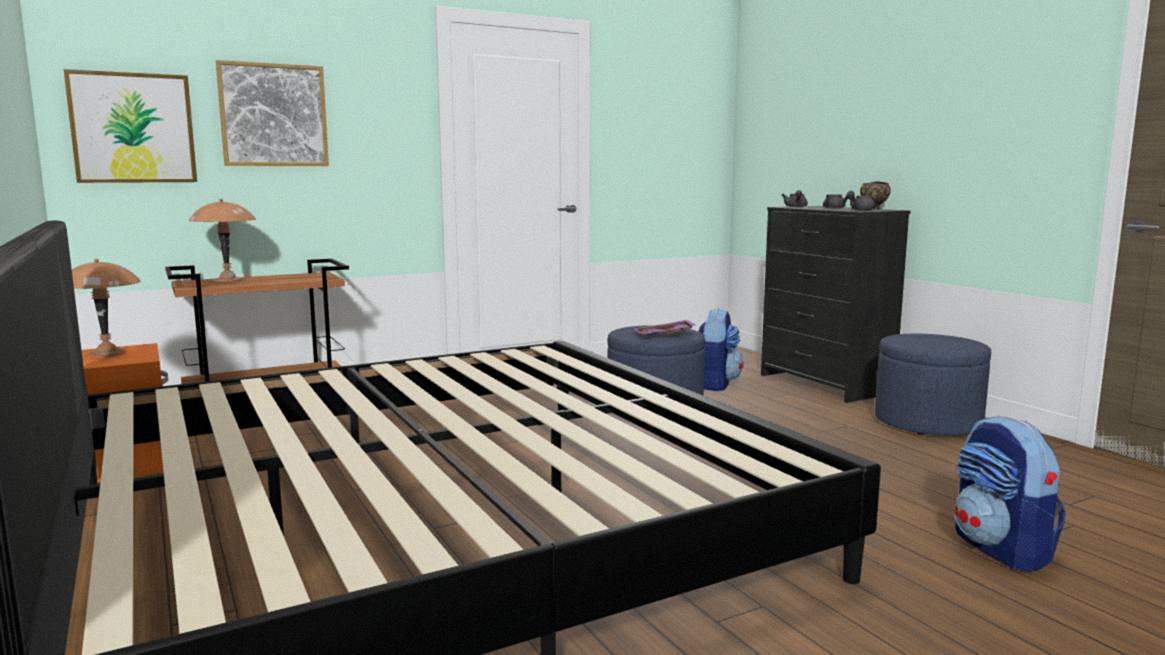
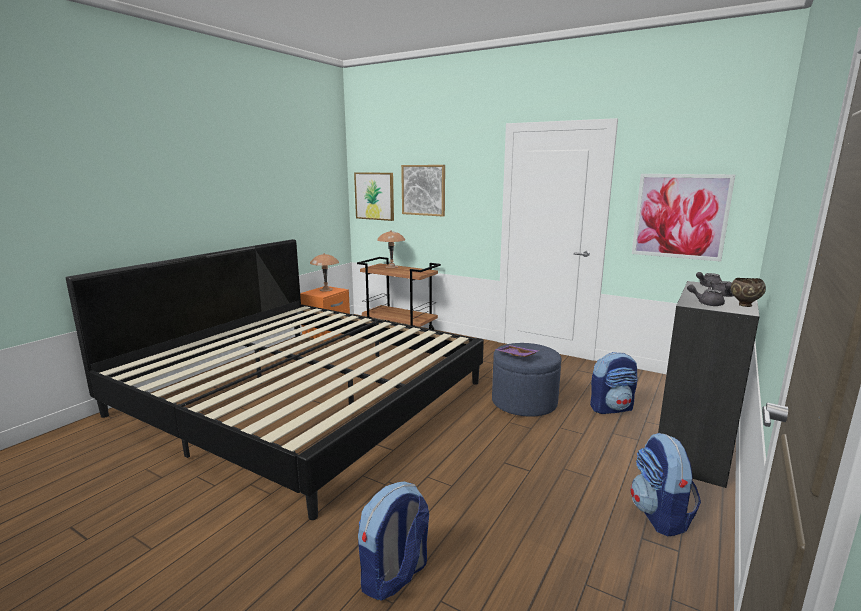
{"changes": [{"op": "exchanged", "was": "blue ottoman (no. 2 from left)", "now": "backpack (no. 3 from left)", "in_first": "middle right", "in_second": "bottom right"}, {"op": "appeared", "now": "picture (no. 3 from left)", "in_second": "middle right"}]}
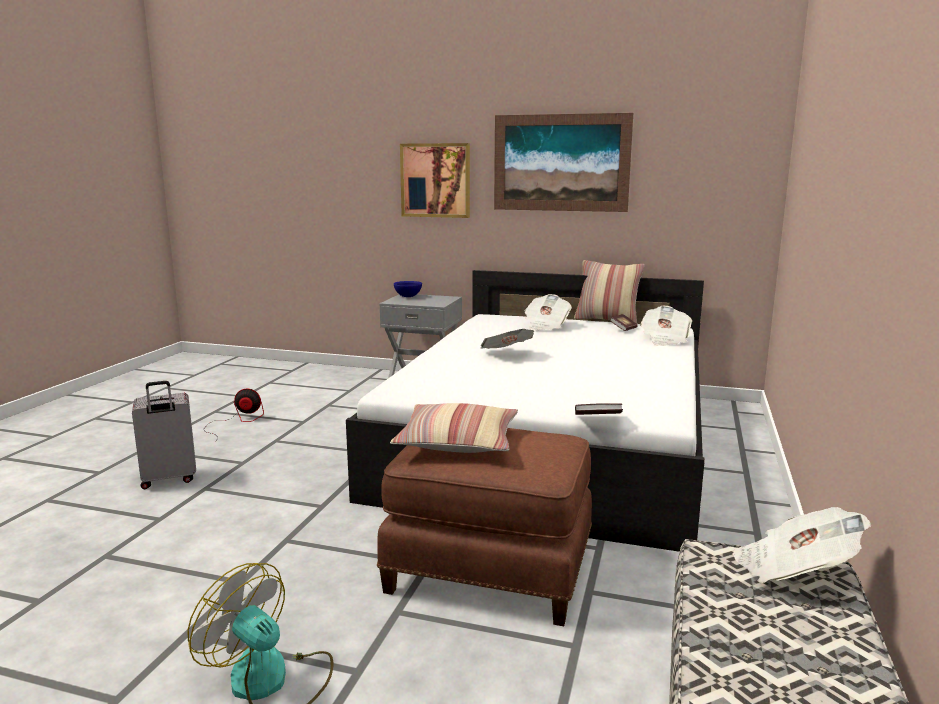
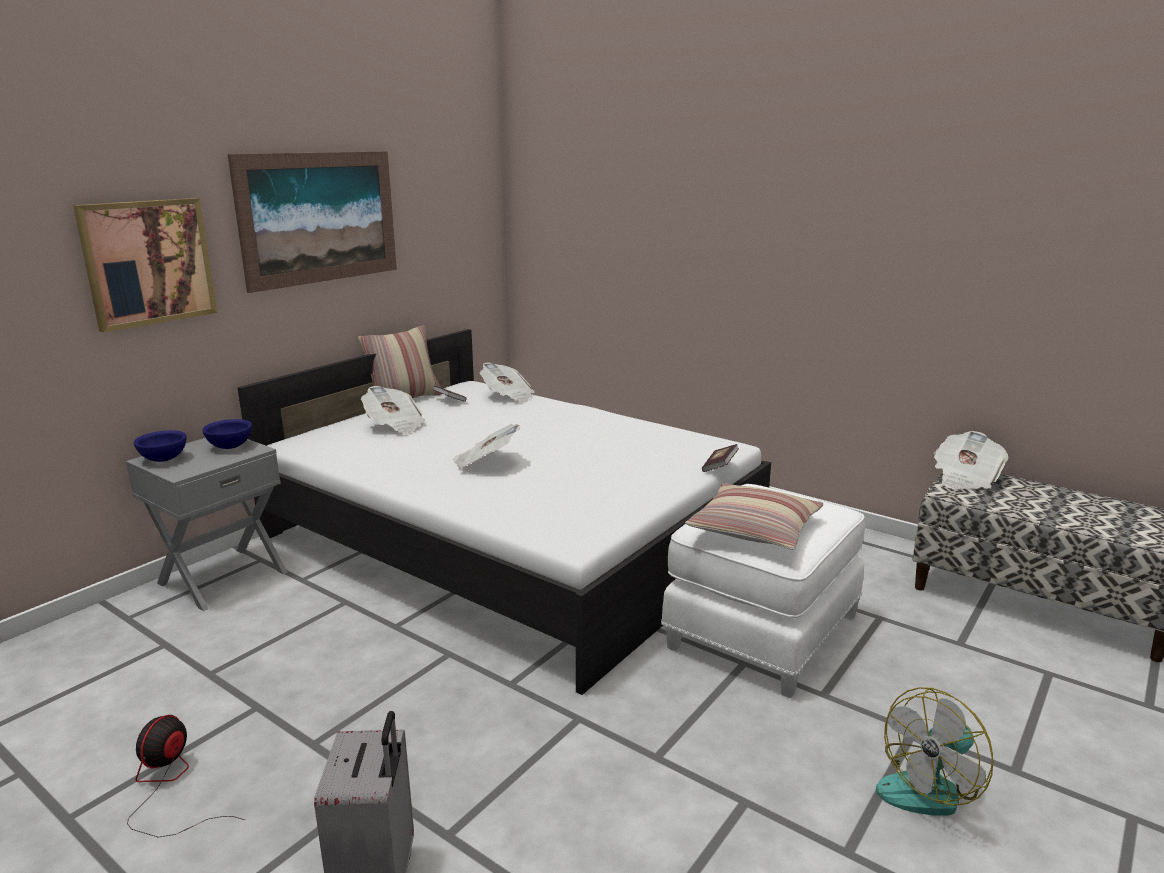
{"changes": [{"op": "colour", "was": "brown ottoman", "now": "white ottoman", "in_first": "bottom centre", "in_second": "bottom centre"}, {"op": "appeared", "now": "blue bowl (no. 2 from left)", "in_second": "middle left"}]}
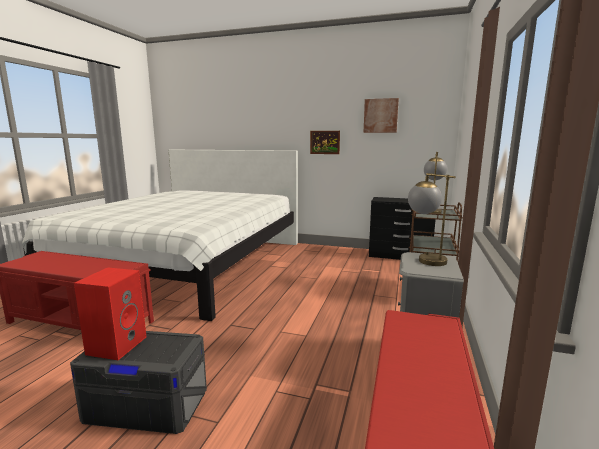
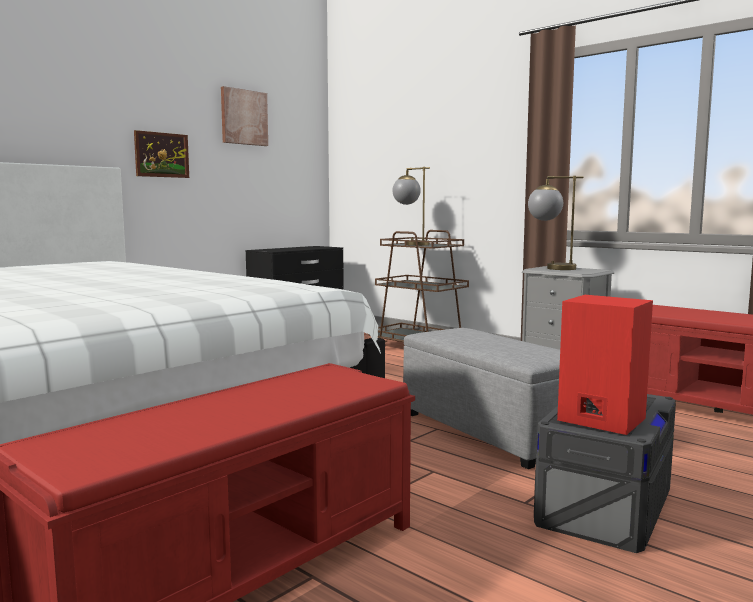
{"changes": [{"op": "appeared", "now": "grey ottoman", "in_second": "centre"}]}
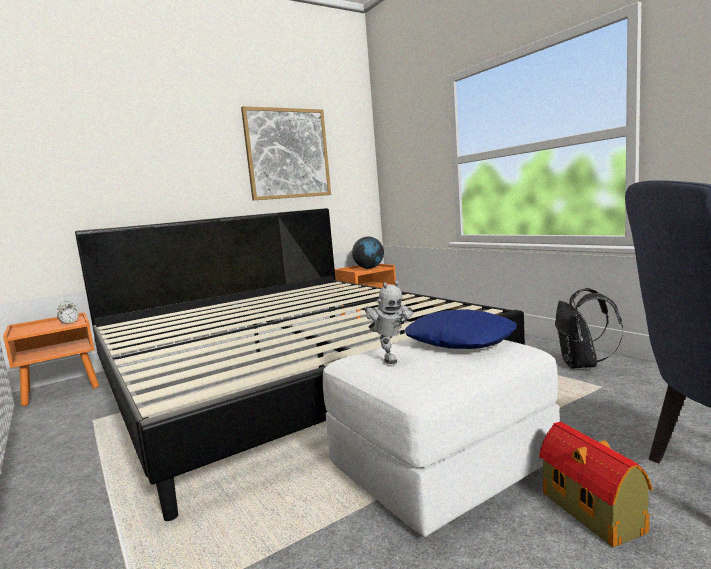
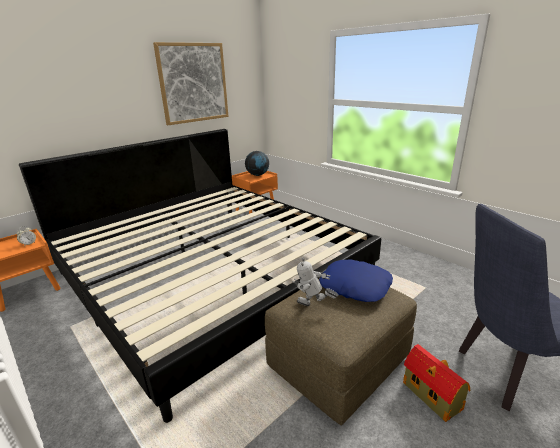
{"changes": [{"op": "spun", "was": "toy robot", "in_first": "centre", "in_second": "centre", "clockwise": 135}, {"op": "missing", "was": "black backpack", "in_first": "middle right"}, {"op": "colour", "was": "white ottoman", "now": "brown ottoman", "in_first": "bottom centre", "in_second": "bottom centre"}]}
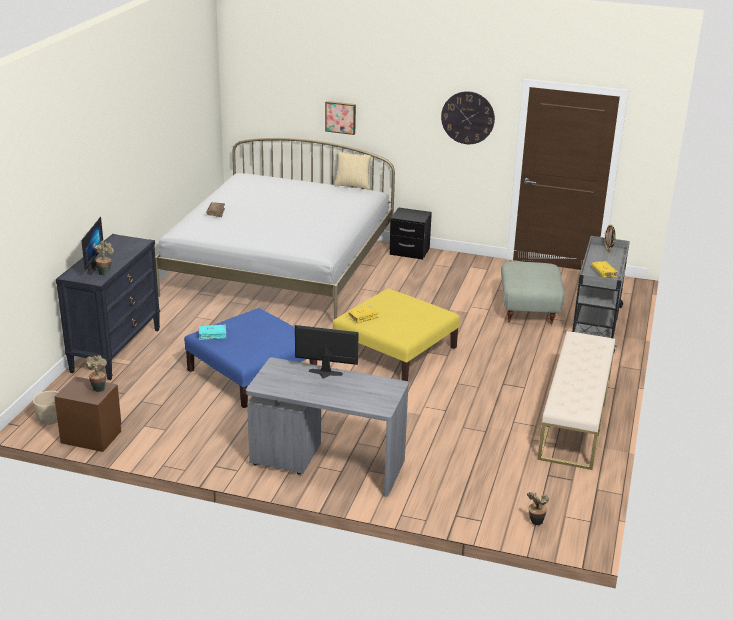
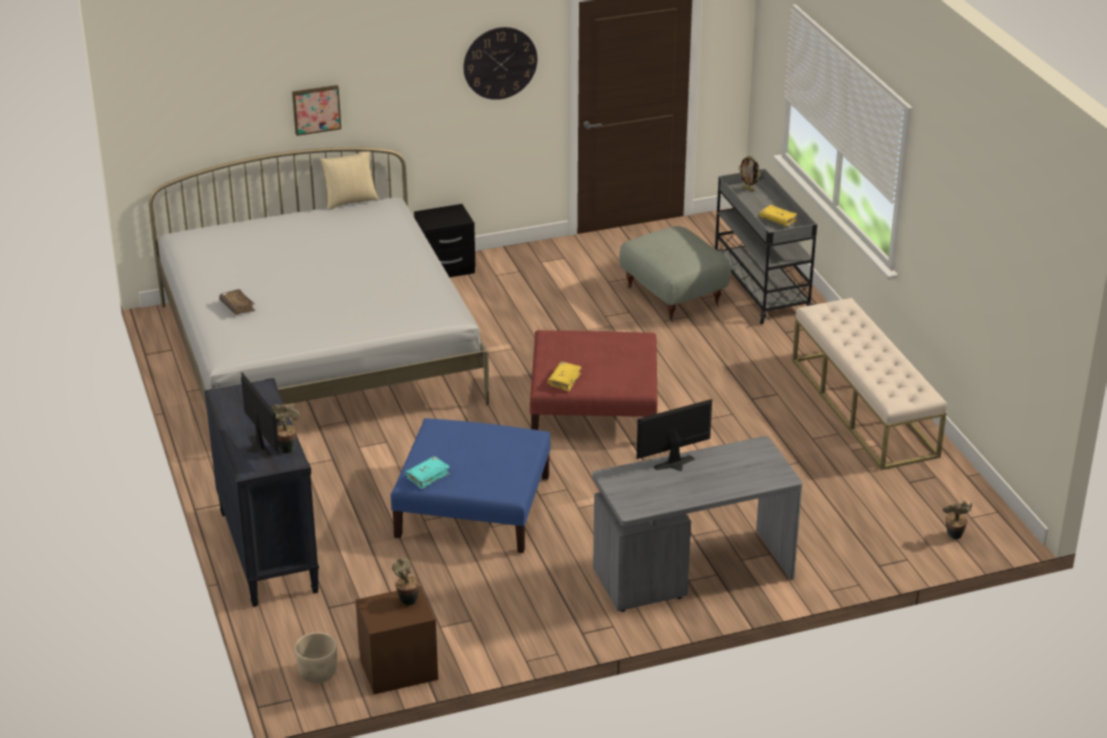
{"changes": [{"op": "colour", "was": "yellow ottoman", "now": "red ottoman", "in_first": "centre", "in_second": "centre"}]}
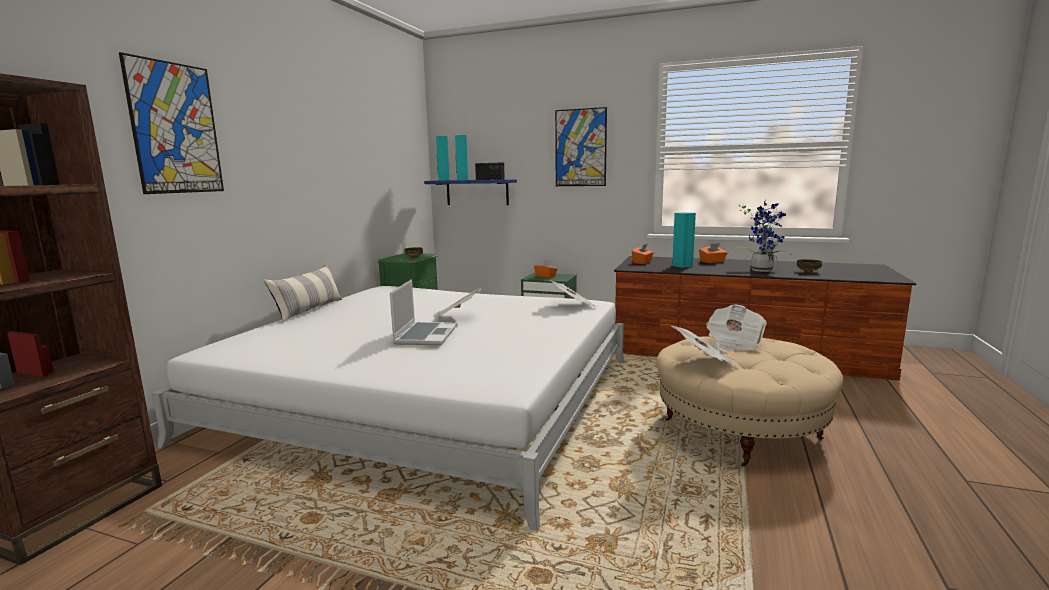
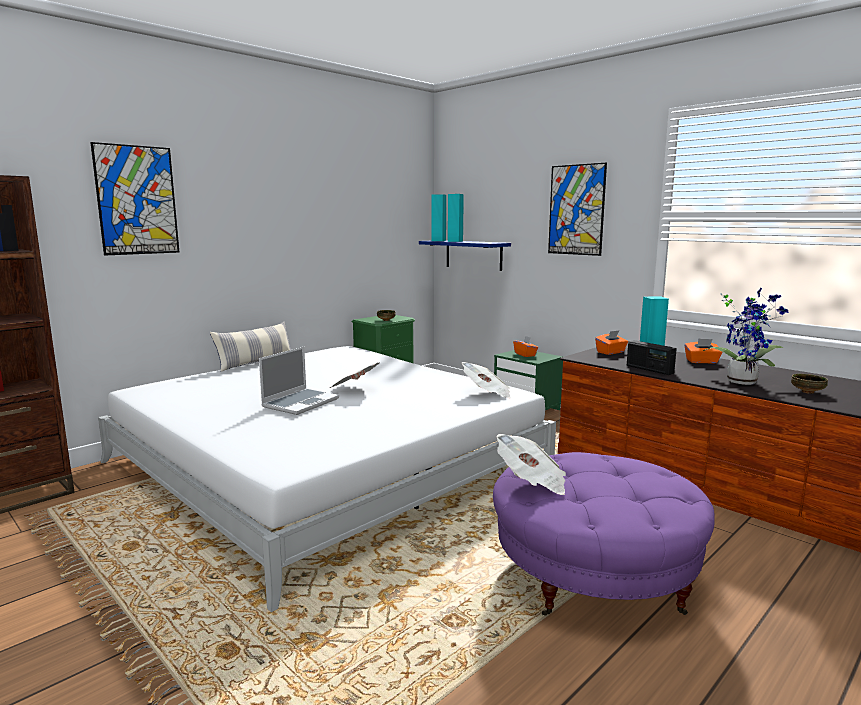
{"changes": [{"op": "relocated", "was": "radio", "in_first": "top centre", "in_second": "middle right"}, {"op": "missing", "was": "newspaper (no. 4 from left)", "in_first": "middle right"}, {"op": "colour", "was": "beige ottoman", "now": "purple ottoman", "in_first": "bottom right", "in_second": "bottom right"}]}
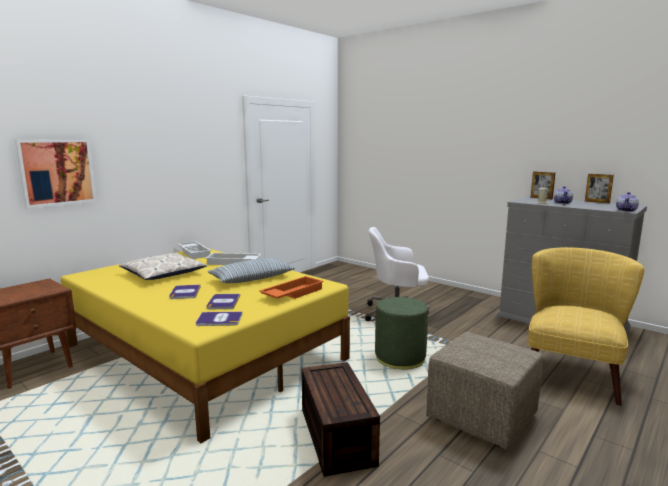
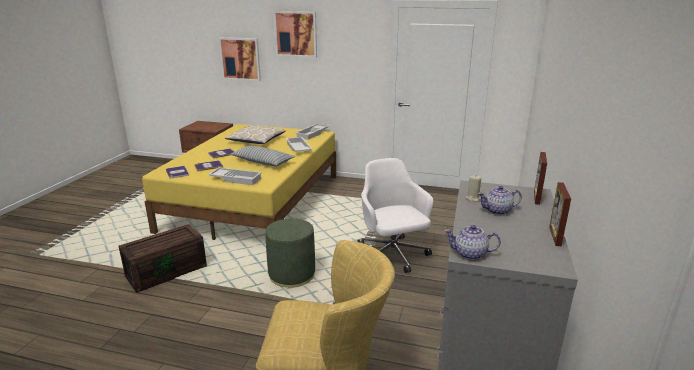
{"changes": [{"op": "colour", "was": "orange tray", "now": "white tray (no. 1 from left)", "in_first": "centre", "in_second": "centre"}, {"op": "missing", "was": "beige ottoman", "in_first": "bottom right"}, {"op": "appeared", "now": "picture (no. 2 from left)", "in_second": "top centre"}]}
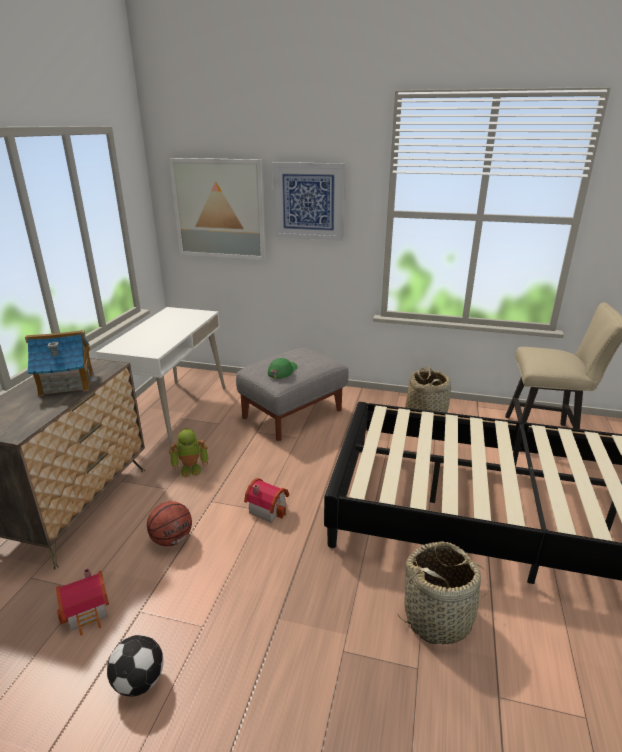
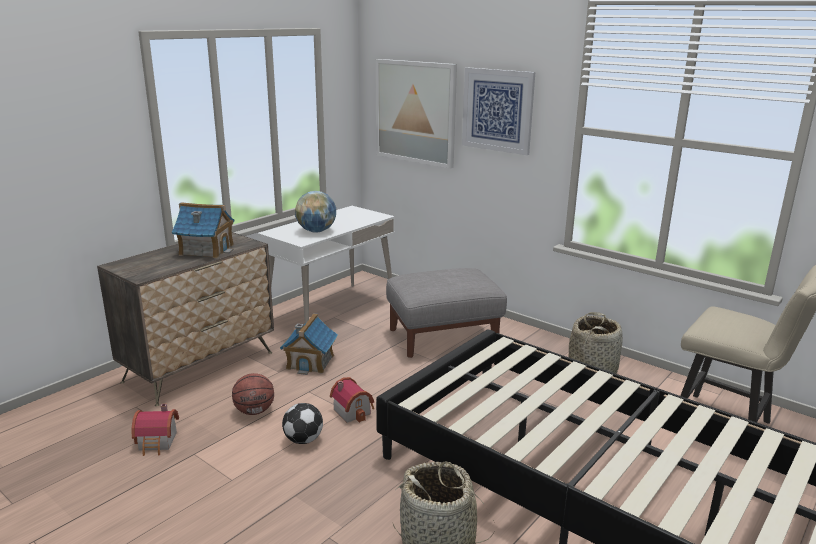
{"changes": [{"op": "missing", "was": "green cap", "in_first": "centre"}, {"op": "exchanged", "was": "toy robot", "now": "toy house (no. 3 from left)", "in_first": "middle left", "in_second": "centre"}, {"op": "relocated", "was": "football", "in_first": "bottom left", "in_second": "bottom centre"}, {"op": "appeared", "now": "globe", "in_second": "centre"}]}
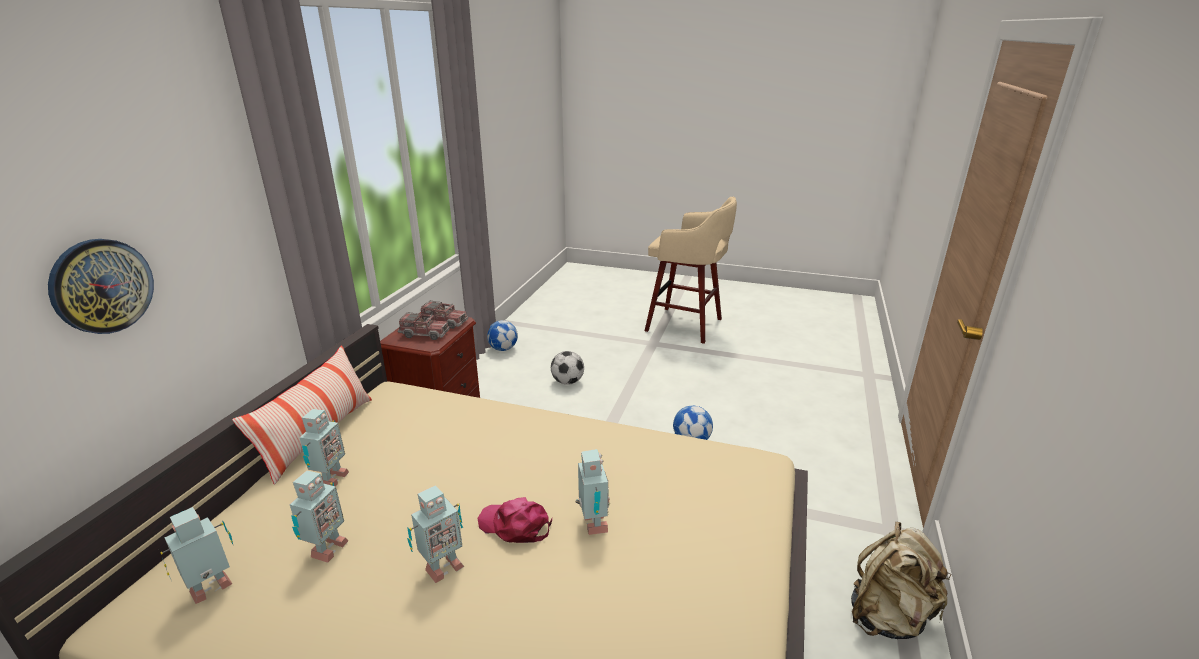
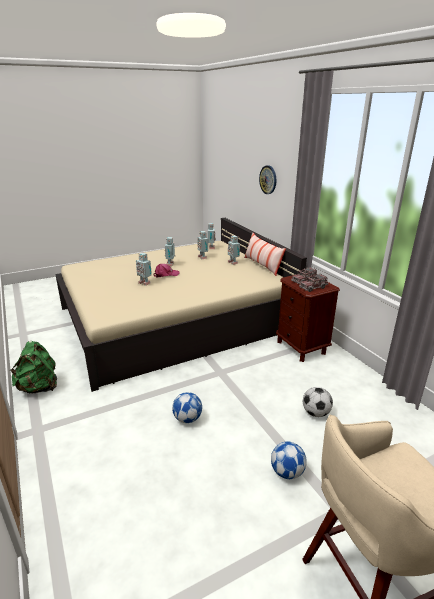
{"changes": [{"op": "relocated", "was": "football (no. 1 from left in the first image)", "now": "football (no. 2 from left)", "in_first": "centre", "in_second": "bottom centre"}, {"op": "colour", "was": "beige backpack", "now": "green backpack", "in_first": "bottom right", "in_second": "middle left"}]}
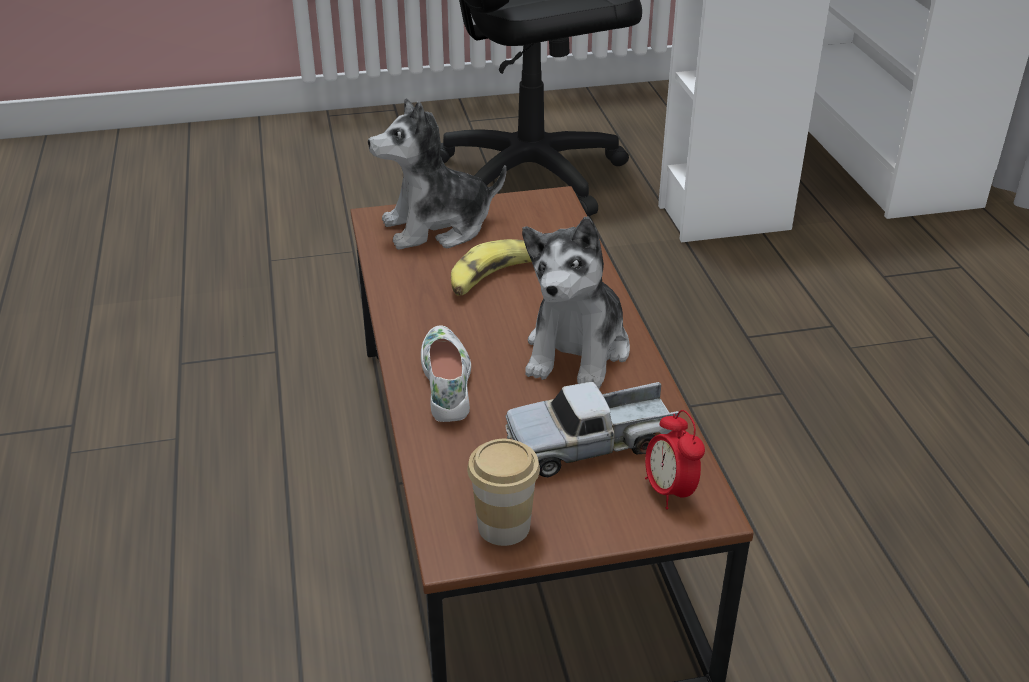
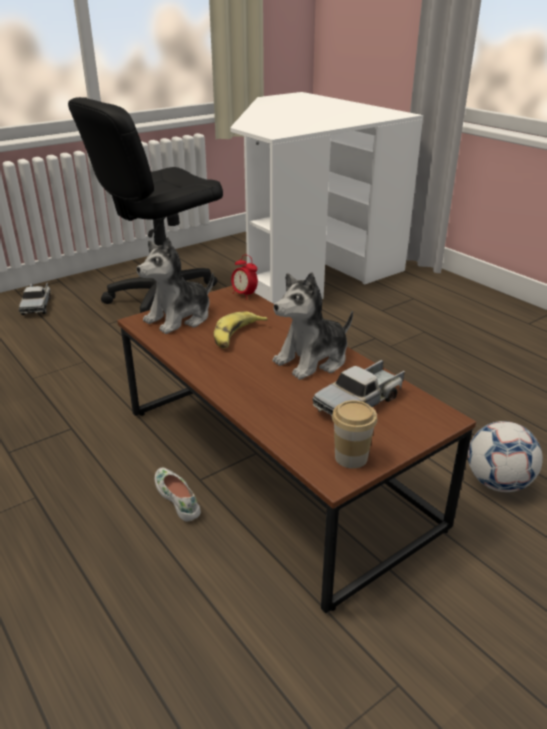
{"changes": [{"op": "spun", "was": "plush toy (no. 2 from left)", "in_first": "centre", "in_second": "centre", "clockwise": 60}, {"op": "relocated", "was": "white shoe", "in_first": "centre", "in_second": "bottom left"}, {"op": "relocated", "was": "alarm clock", "in_first": "bottom centre", "in_second": "centre"}, {"op": "appeared", "now": "toy truck (no. 1 from left)", "in_second": "middle left"}, {"op": "appeared", "now": "football", "in_second": "middle right"}]}
